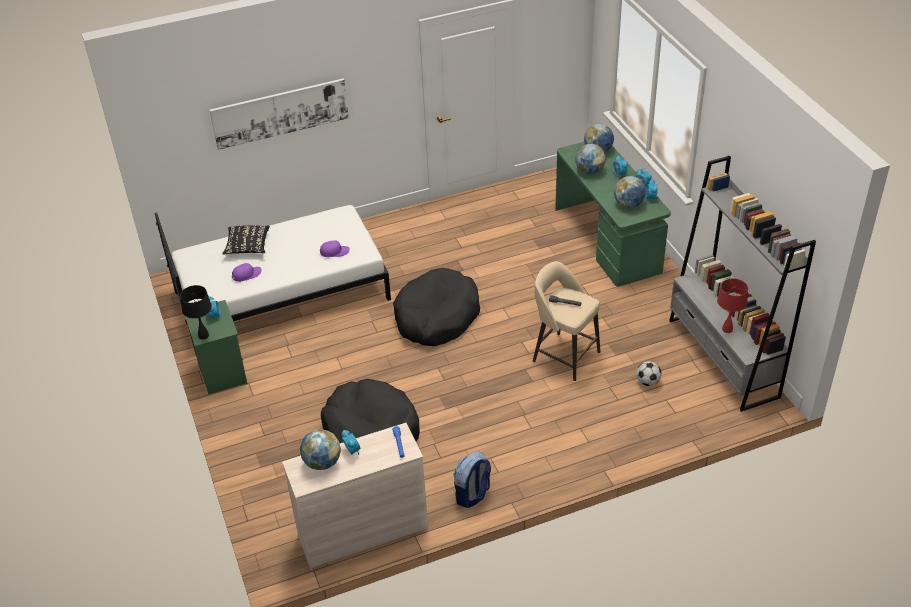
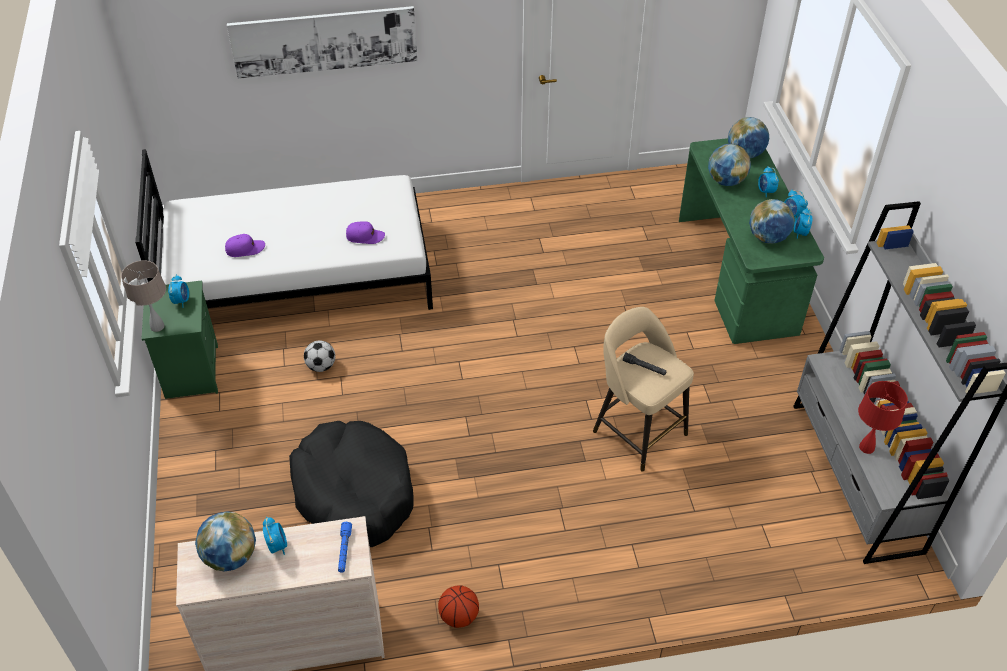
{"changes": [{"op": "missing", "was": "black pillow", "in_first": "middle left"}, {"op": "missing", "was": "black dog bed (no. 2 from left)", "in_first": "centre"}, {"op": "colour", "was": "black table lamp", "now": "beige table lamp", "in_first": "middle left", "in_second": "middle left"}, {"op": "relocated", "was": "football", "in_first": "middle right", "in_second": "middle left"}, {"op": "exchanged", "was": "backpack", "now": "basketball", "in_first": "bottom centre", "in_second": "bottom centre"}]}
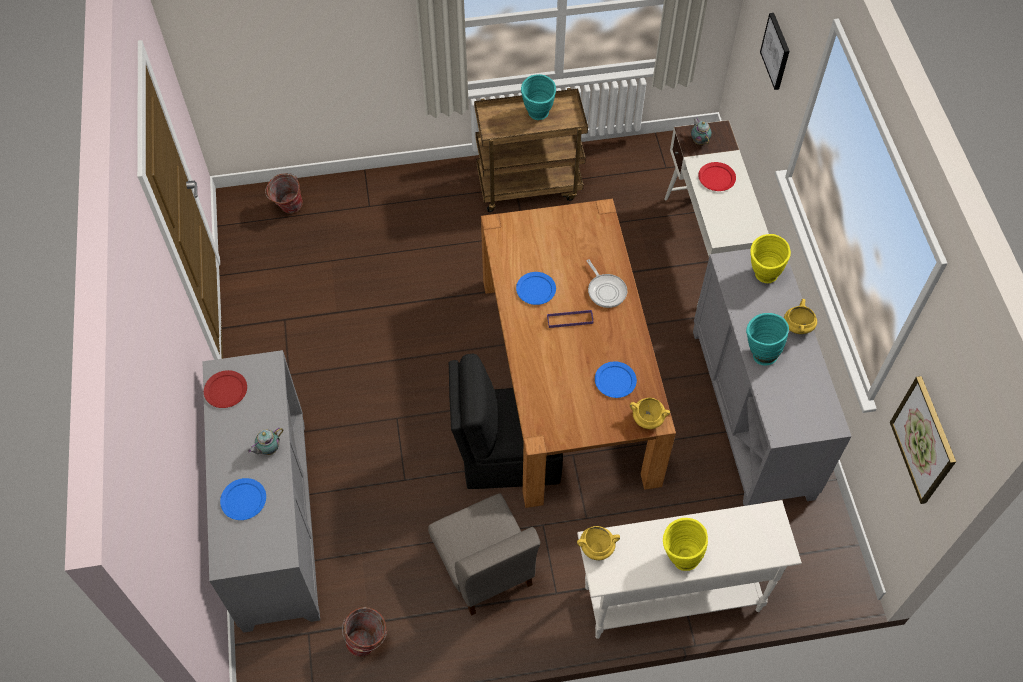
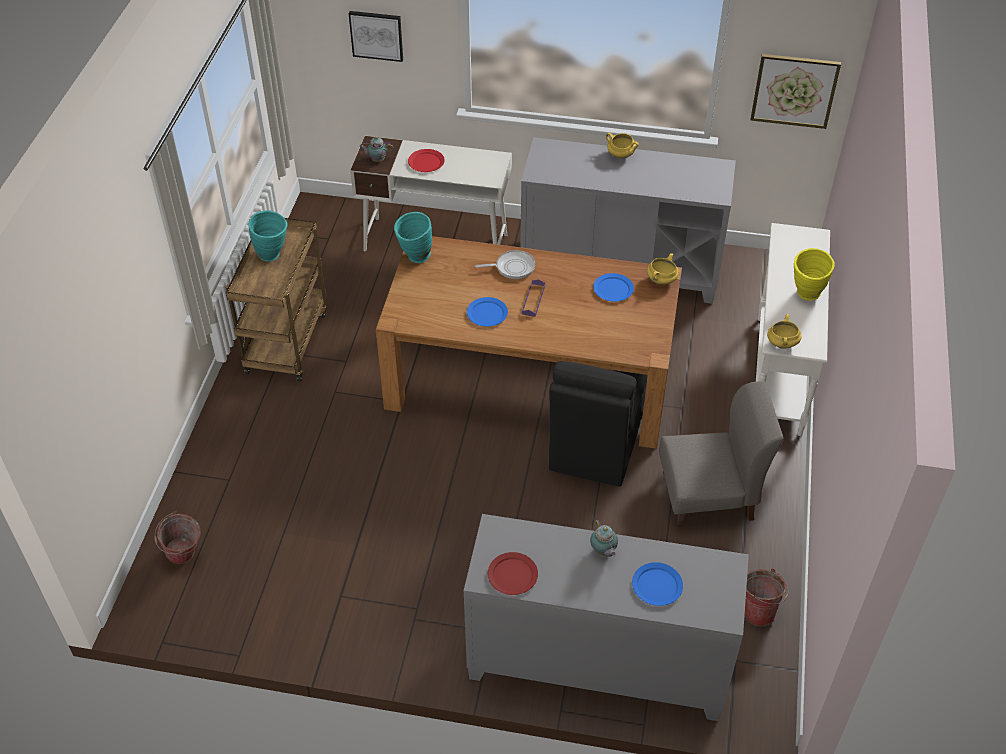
{"changes": [{"op": "missing", "was": "yellow vase (no. 2 from left)", "in_first": "middle right"}, {"op": "relocated", "was": "turquoise vase (no. 2 from left)", "in_first": "middle right", "in_second": "top centre"}]}
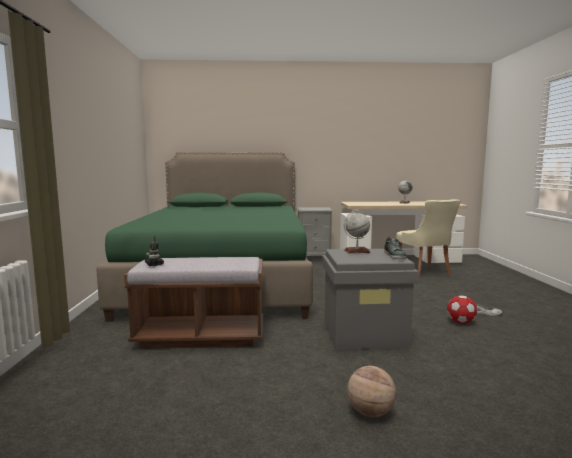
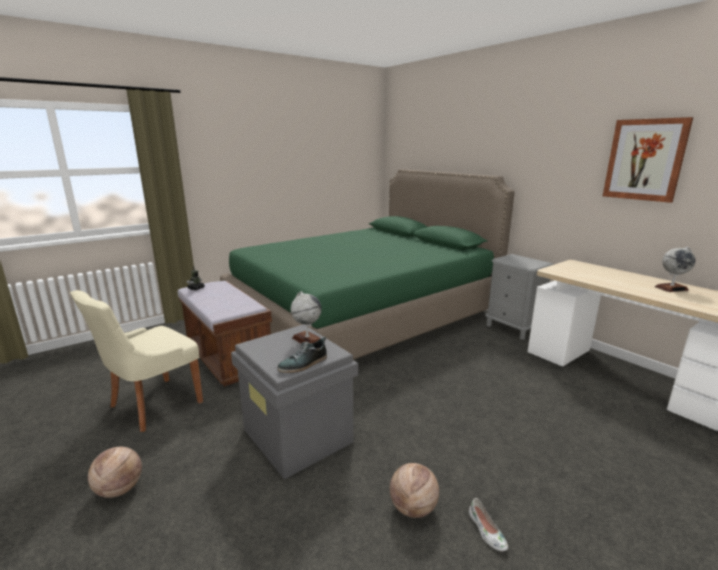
{"changes": [{"op": "relocated", "was": "beige chair", "in_first": "middle right", "in_second": "middle left"}, {"op": "exchanged", "was": "football", "now": "basketball (no. 2 from left)", "in_first": "bottom right", "in_second": "bottom centre"}, {"op": "appeared", "now": "picture", "in_second": "top right"}]}
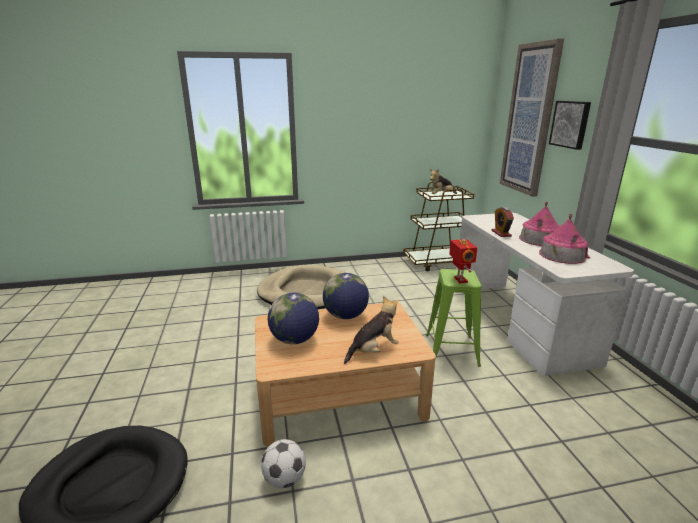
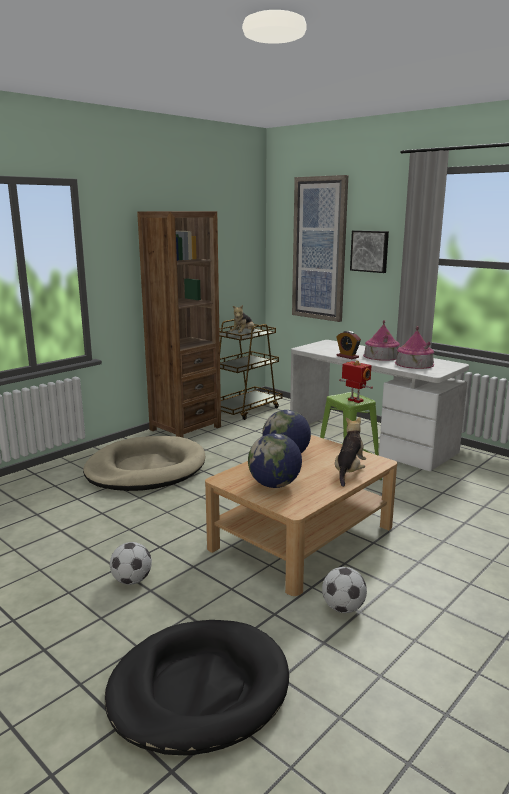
{"changes": [{"op": "appeared", "now": "brown bookcase", "in_second": "centre"}, {"op": "appeared", "now": "football (no. 1 from left)", "in_second": "bottom left"}]}
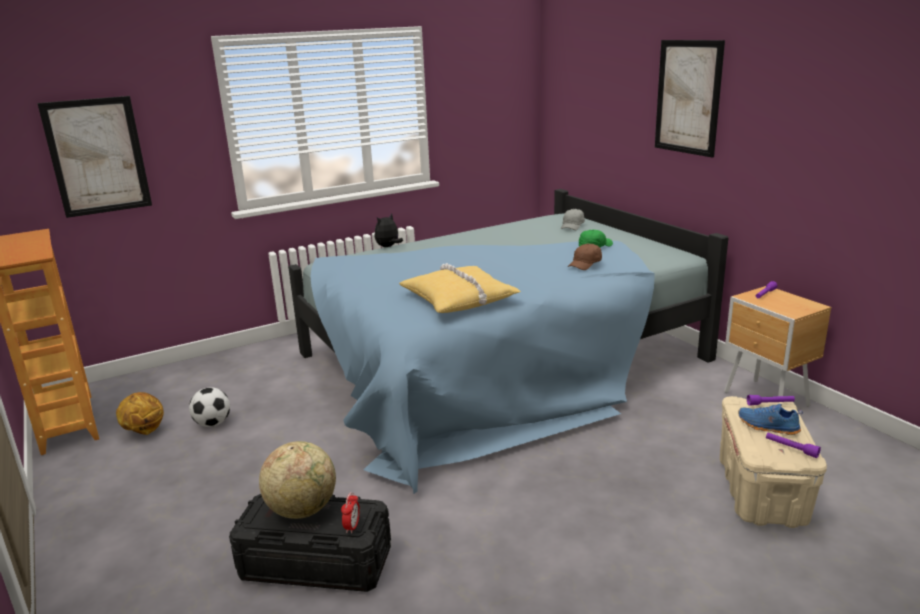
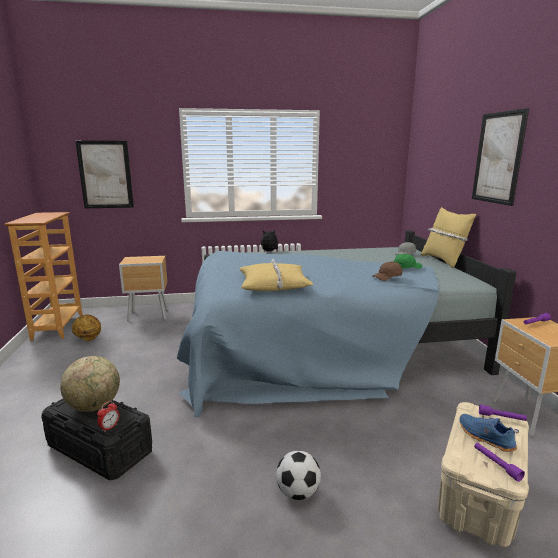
{"changes": [{"op": "relocated", "was": "football", "in_first": "middle left", "in_second": "bottom centre"}, {"op": "appeared", "now": "yellow pillow (no. 2 from left)", "in_second": "middle right"}, {"op": "appeared", "now": "brown nightstand (no. 1 from left)", "in_second": "middle left"}]}
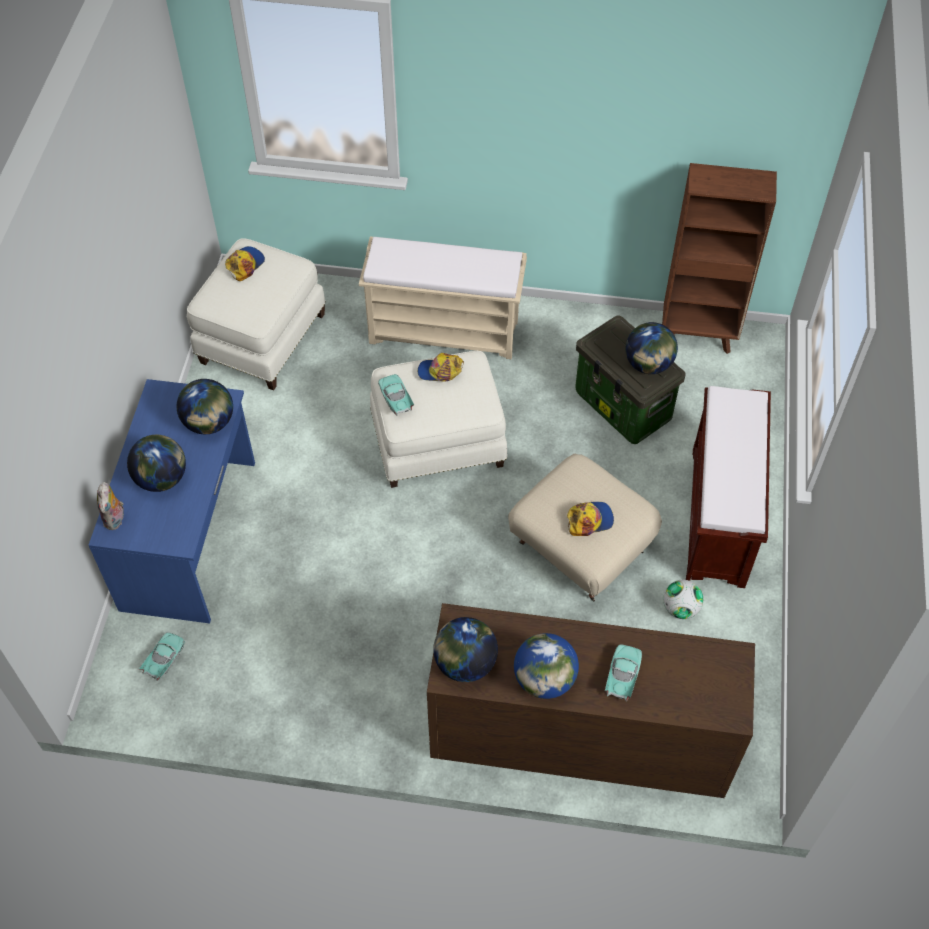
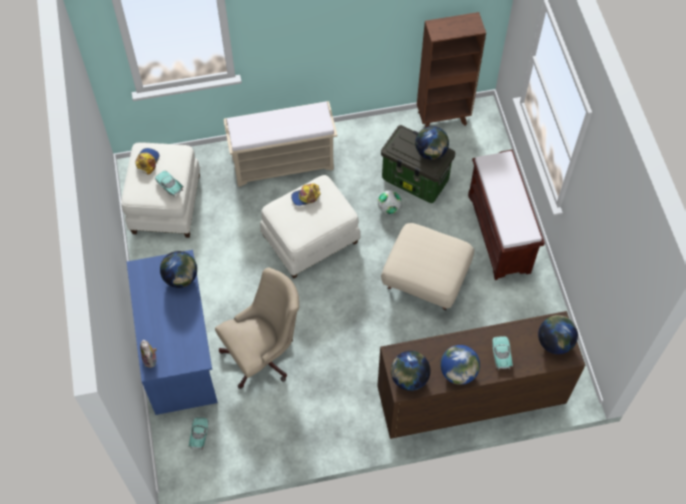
{"changes": [{"op": "relocated", "was": "turquoise toy car (no. 2 from left in the first image)", "now": "turquoise toy car (no. 1 from left)", "in_first": "centre", "in_second": "middle left"}, {"op": "relocated", "was": "globe (no. 1 from left in the first image)", "now": "globe (no. 5 from left)", "in_first": "middle left", "in_second": "middle right"}, {"op": "missing", "was": "cap (no. 3 from left)", "in_first": "centre"}, {"op": "relocated", "was": "football", "in_first": "middle right", "in_second": "centre"}, {"op": "appeared", "now": "beige office chair", "in_second": "centre"}]}
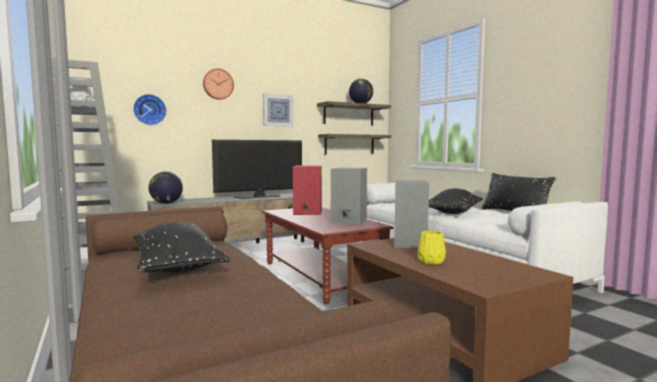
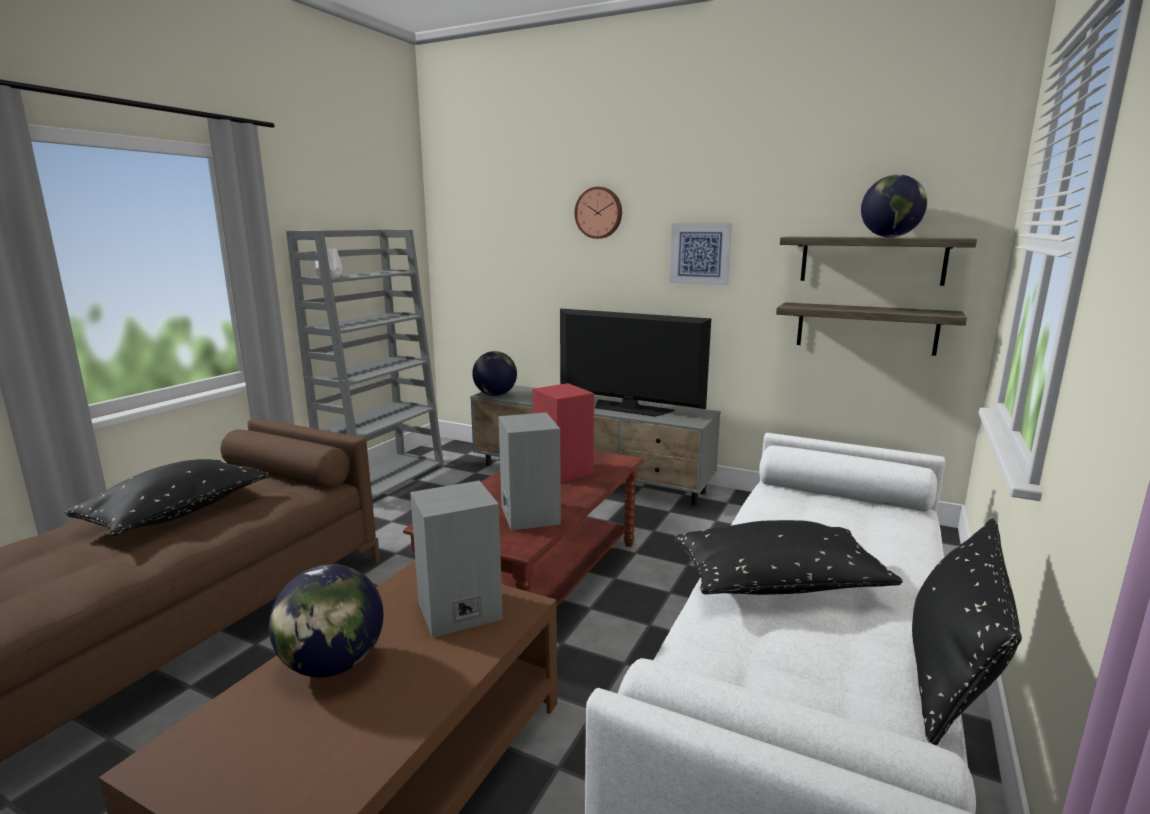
{"changes": [{"op": "missing", "was": "wall clock (no. 1 from left)", "in_first": "top left"}, {"op": "exchanged", "was": "yellow vase", "now": "globe (no. 1 from left)", "in_first": "centre", "in_second": "bottom left"}]}
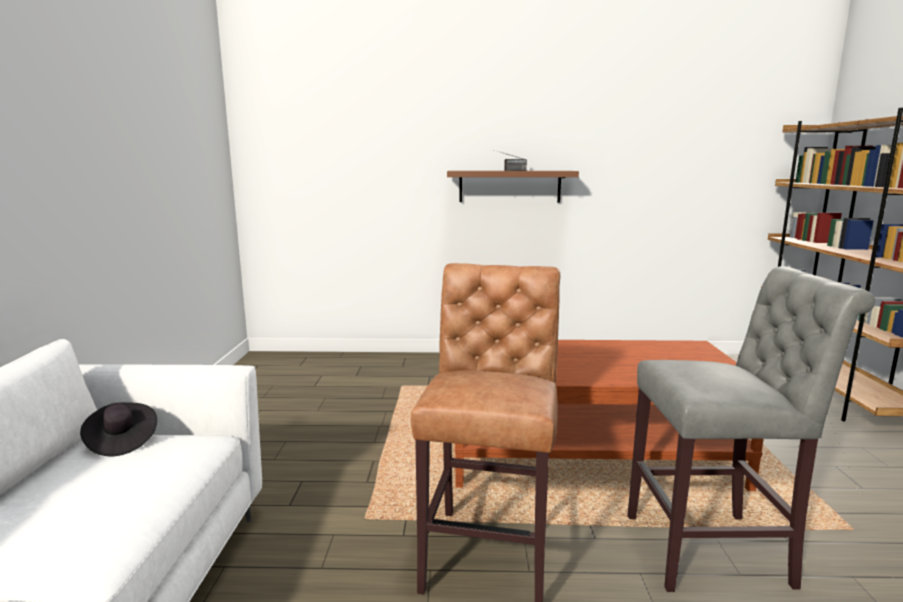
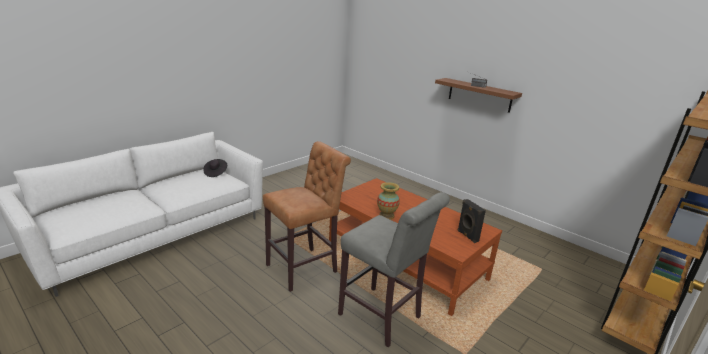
{"changes": [{"op": "appeared", "now": "vase", "in_second": "centre"}, {"op": "appeared", "now": "black speaker", "in_second": "centre"}]}
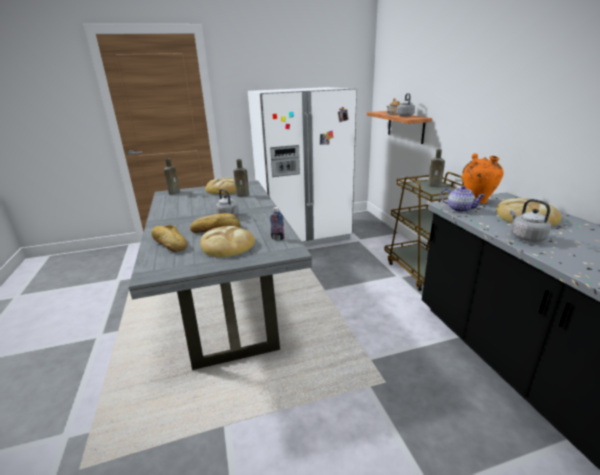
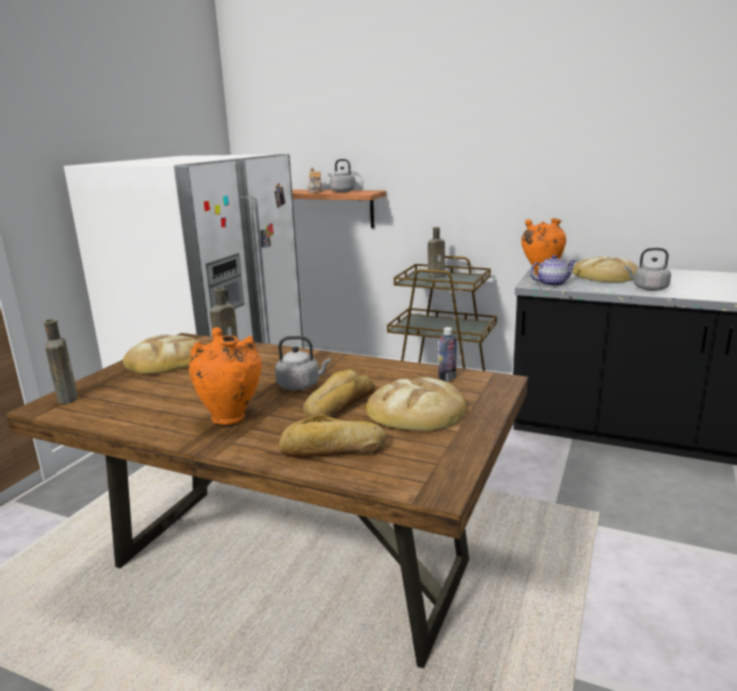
{"changes": [{"op": "colour", "was": "grey dining table", "now": "brown dining table", "in_first": "centre", "in_second": "bottom centre"}, {"op": "appeared", "now": "orange vase (no. 1 from left)", "in_second": "middle left"}]}
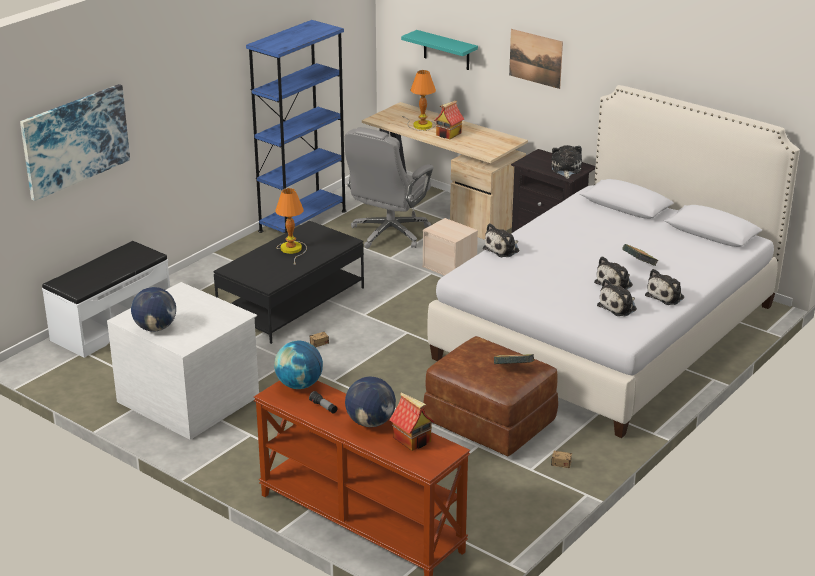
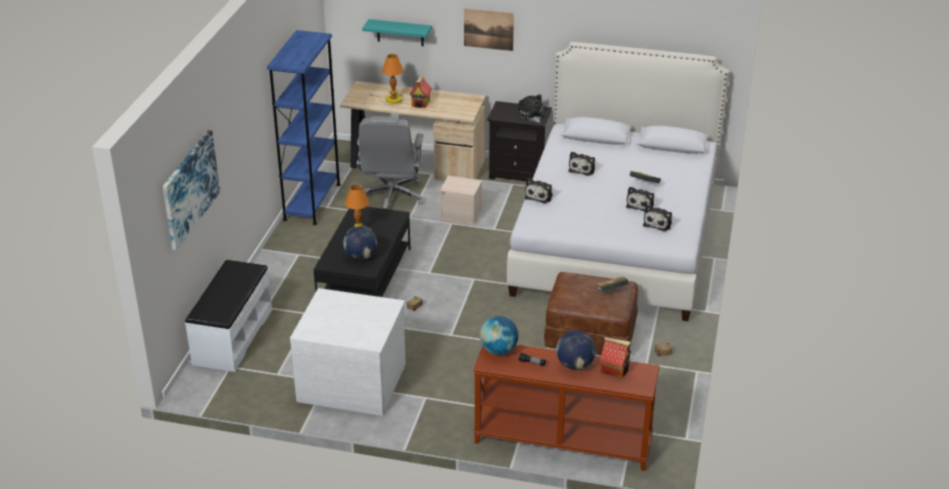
{"changes": [{"op": "relocated", "was": "plush toy (no. 5 from left in the first image)", "now": "plush toy (no. 3 from left)", "in_first": "middle right", "in_second": "centre"}, {"op": "relocated", "was": "globe (no. 1 from left)", "in_first": "middle left", "in_second": "centre"}]}
